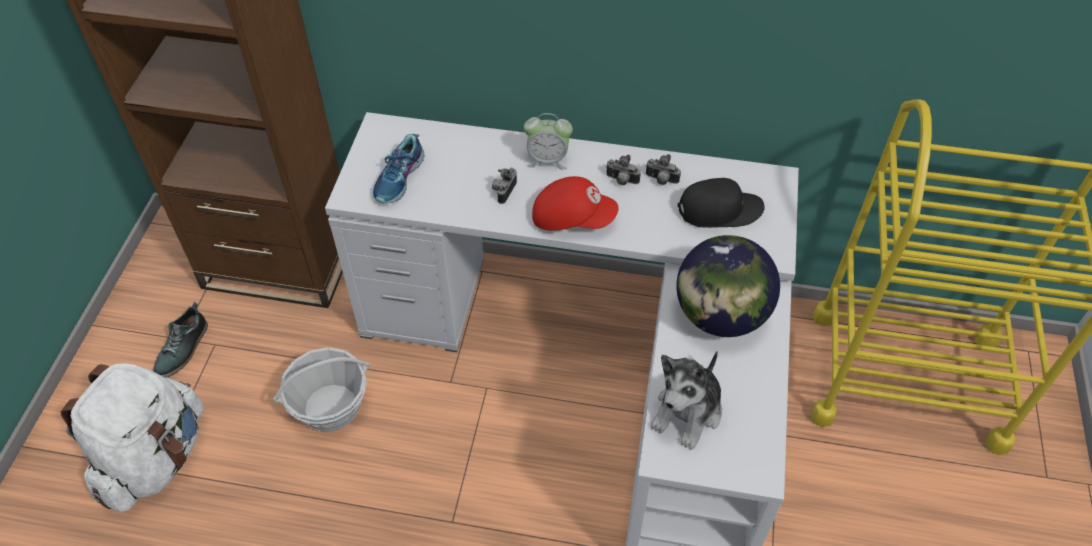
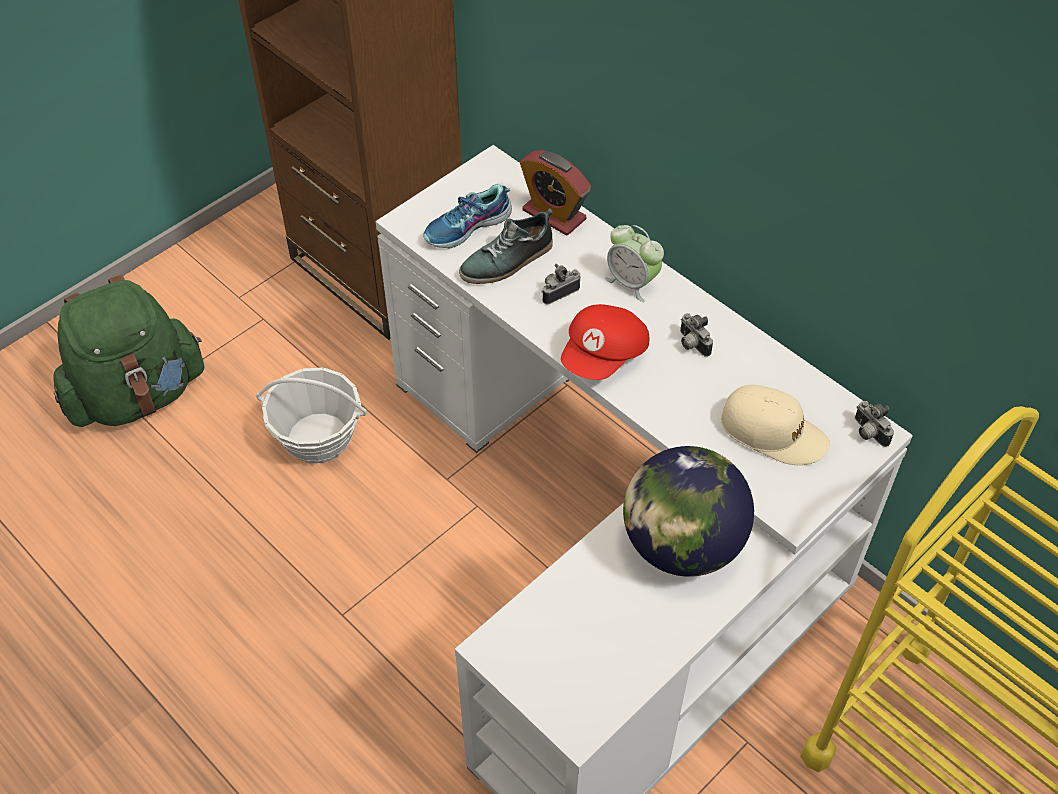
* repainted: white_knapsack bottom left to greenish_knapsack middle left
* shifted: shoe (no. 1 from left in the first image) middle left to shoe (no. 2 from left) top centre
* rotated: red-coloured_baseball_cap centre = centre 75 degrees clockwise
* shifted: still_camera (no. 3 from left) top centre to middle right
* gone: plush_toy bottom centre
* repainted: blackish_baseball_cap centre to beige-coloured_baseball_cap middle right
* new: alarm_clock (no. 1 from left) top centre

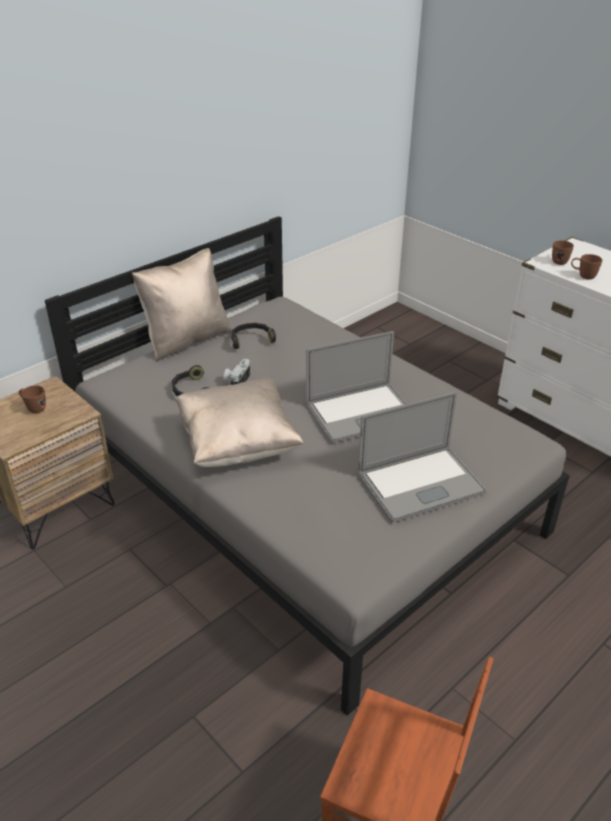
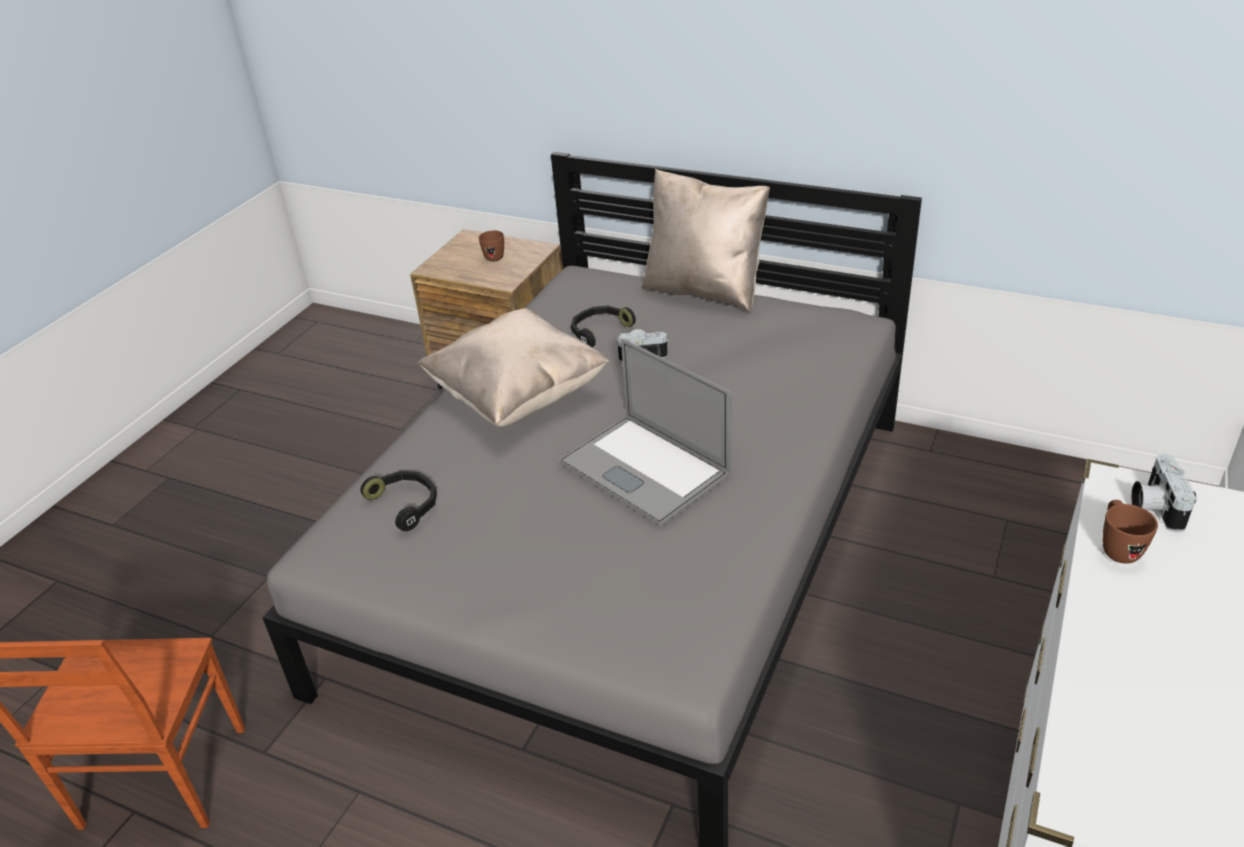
* shifted: blackish_headphones (no. 2 from left in the first image) centre to blackish_headphones (no. 1 from left) middle left
* gone: notebook_computer (no. 2 from left) middle right
* swapped: brownish_mug (no. 2 from left) top right to still_camera (no. 2 from left) middle right

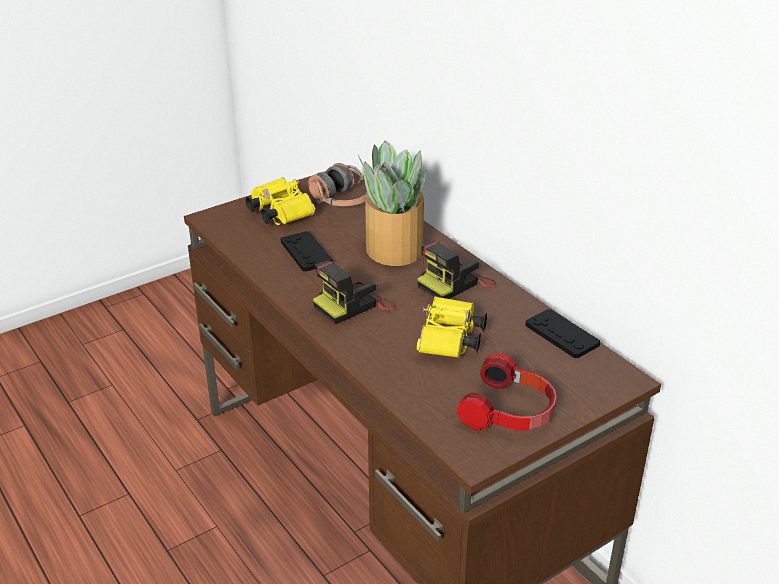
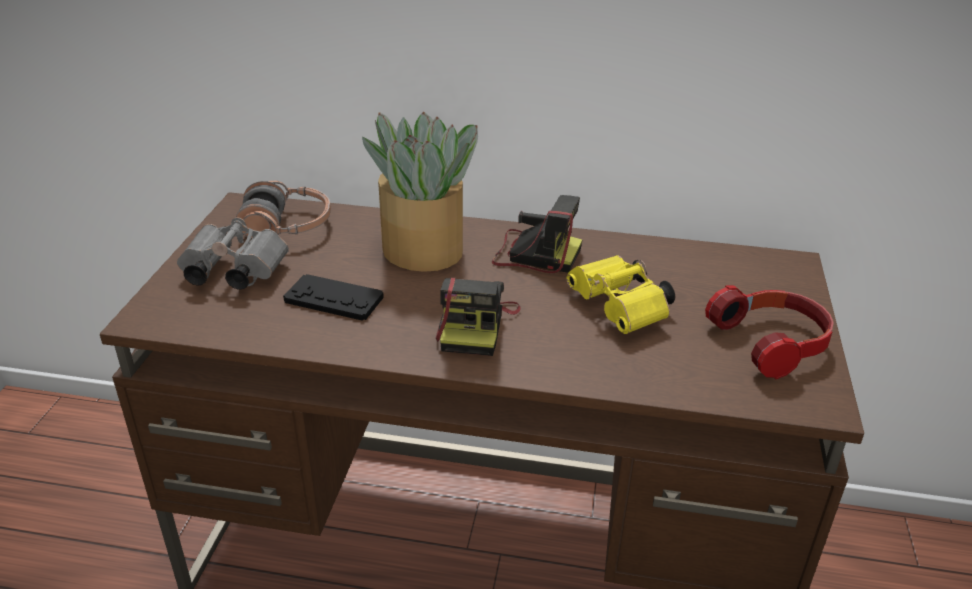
* repainted: yellow-coloured_field_glasses (no. 1 from left) centre to gray_field_glasses middle left
* rotated: still_camera (no. 2 from left) centre = centre 75 degrees counterclockwise
* gone: blackish_joypad (no. 2 from left) middle right

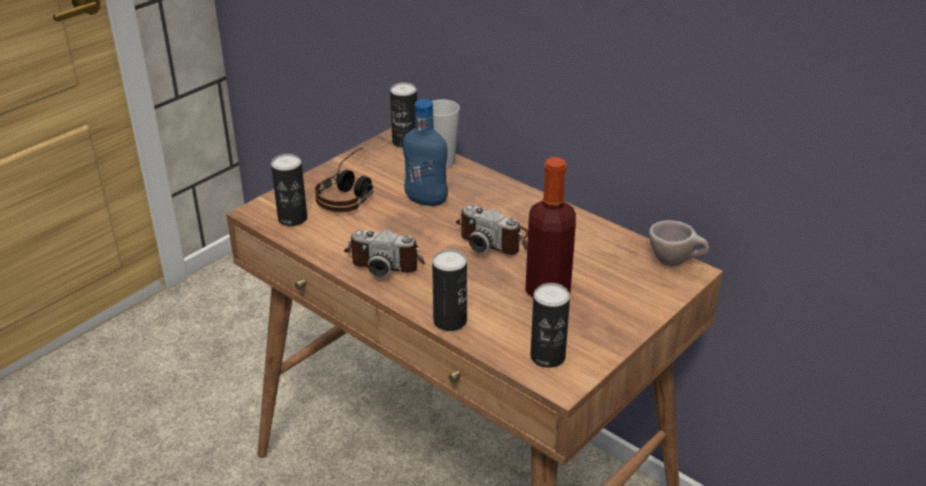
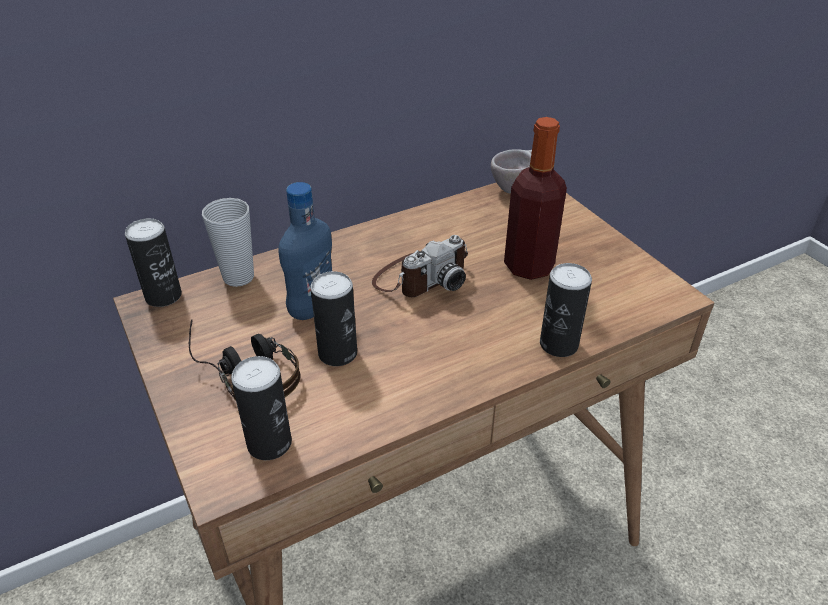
* gone: still_camera (no. 1 from left) centre
* shifted: metal_can (no. 4 from left in the first image) bottom centre to metal_can (no. 3 from left) centre

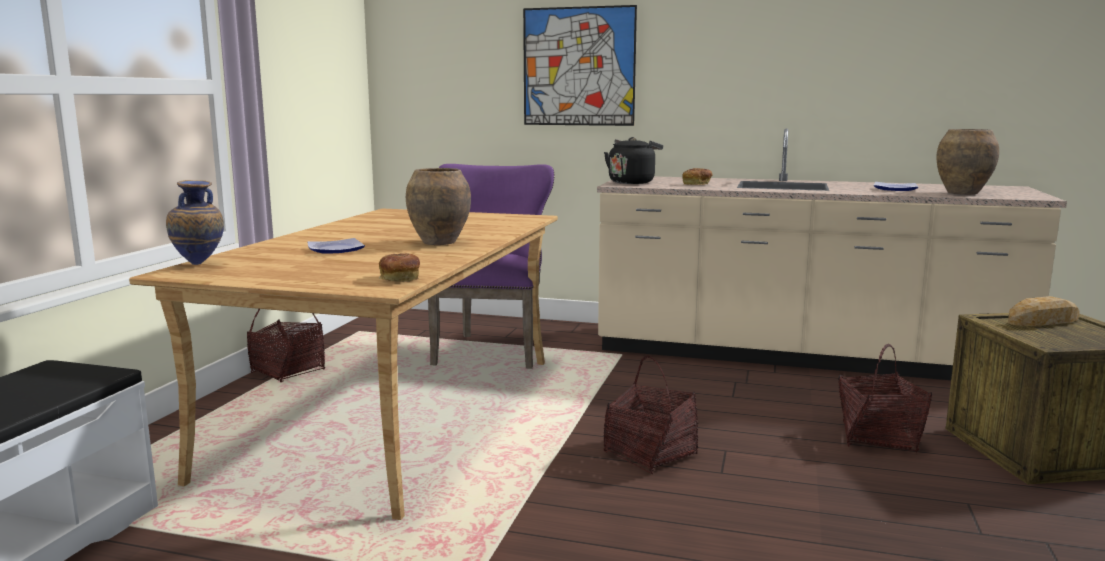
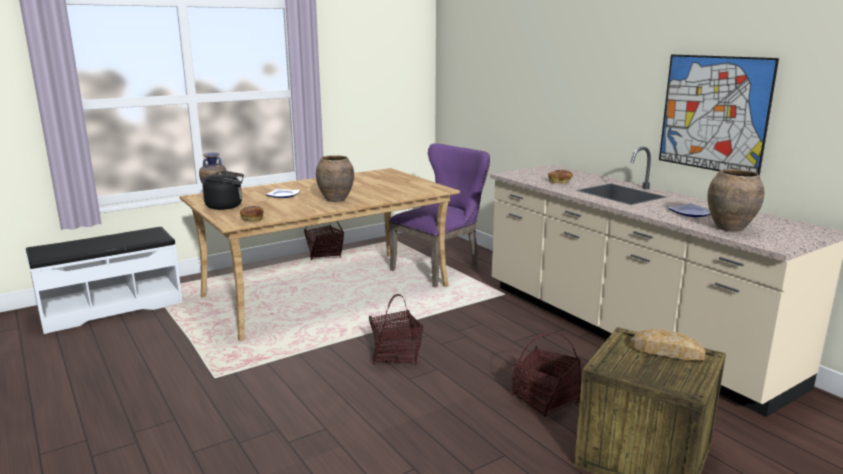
* shifted: picture top centre to top right
* shifted: blackish_tea_kettle top centre to middle left

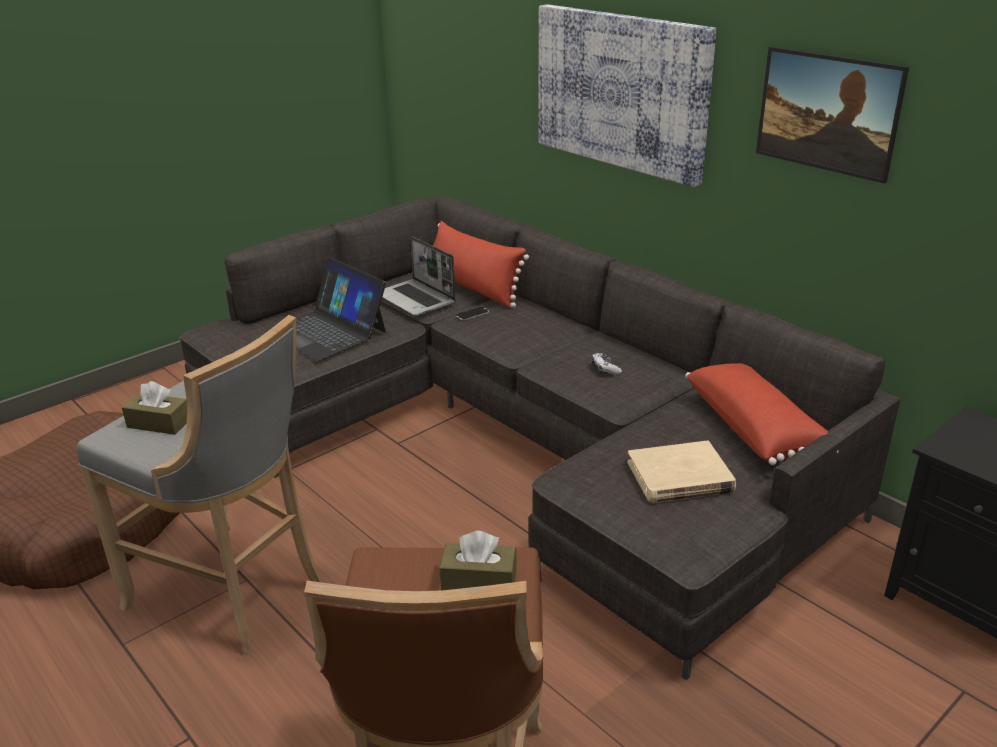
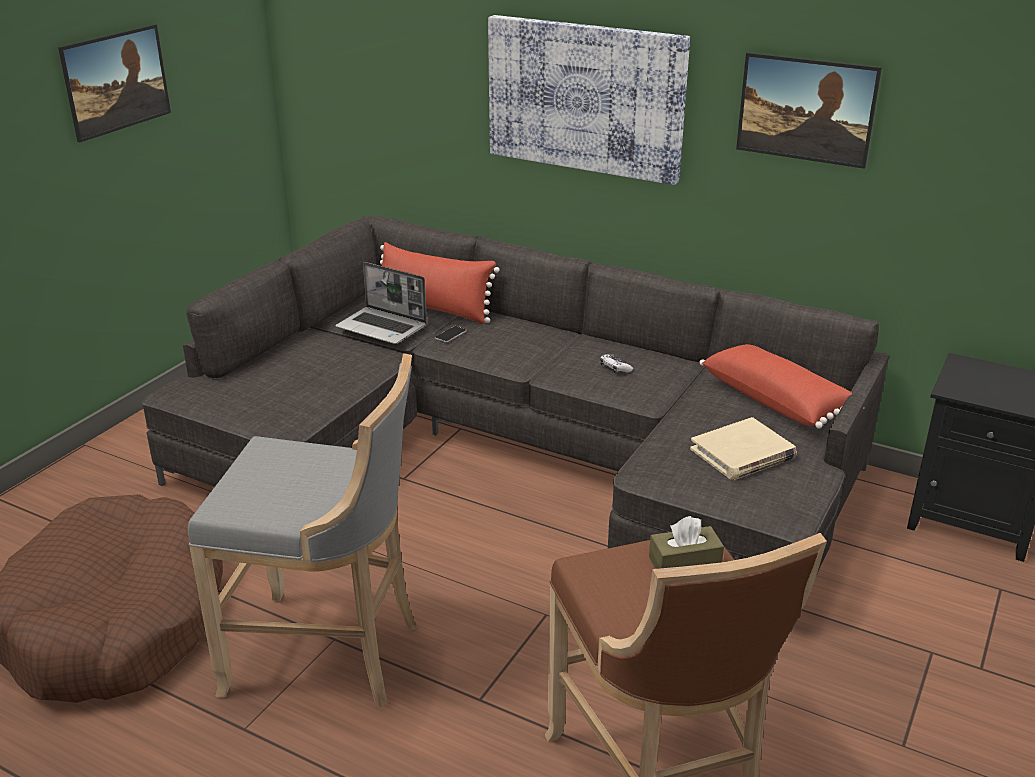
* gone: brownish_box_of_tissues (no. 1 from left) middle left
* gone: notebook_computer (no. 1 from left) middle left
* new: picture (no. 1 from left) top left

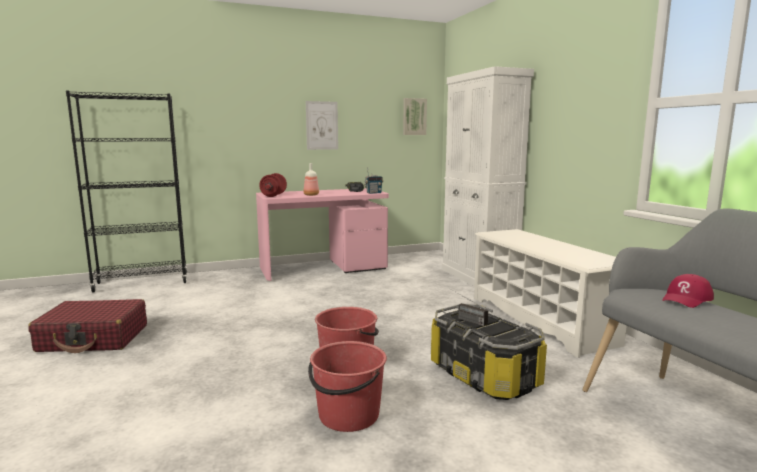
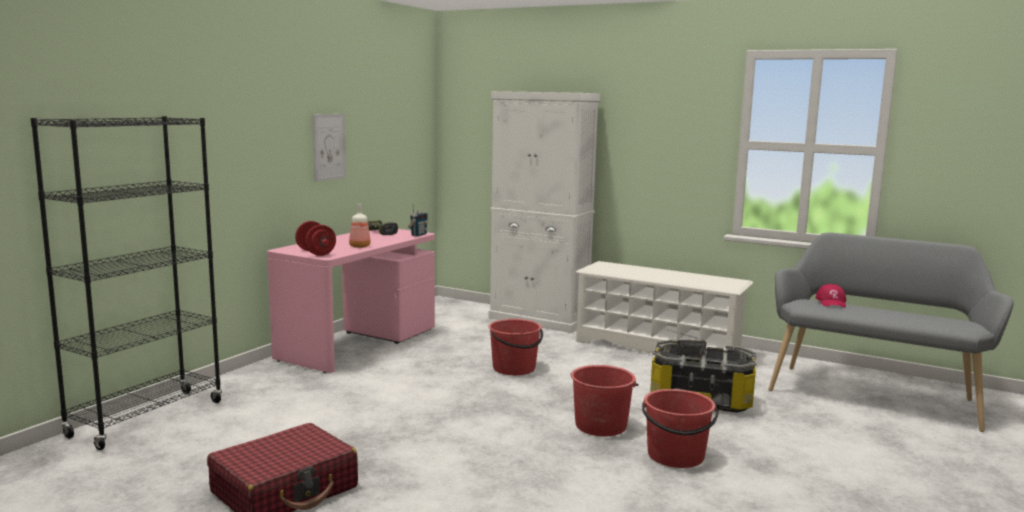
* gone: picture (no. 2 from left) top centre
* new: red-coloured_pail (no. 1 from left) bottom centre

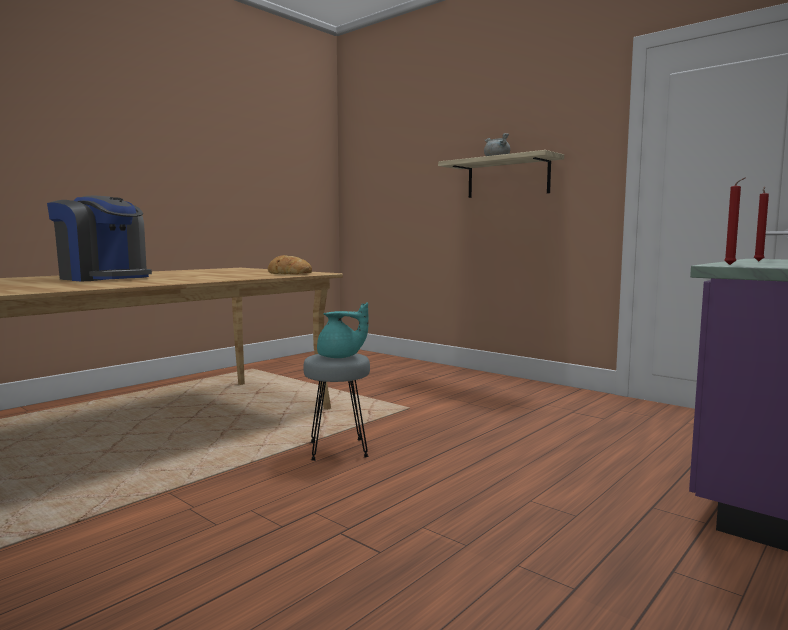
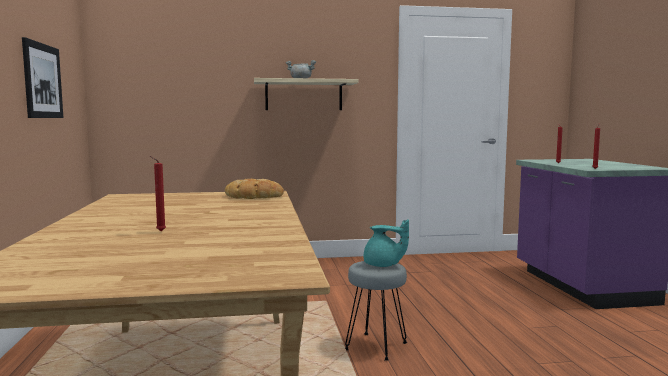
* swapped: coffee_brewer middle left to red-coloured_candle (no. 1 from left) middle left
* rotated: turquoise_pot_for_tea centre = centre 60 degrees clockwise
* new: picture top left

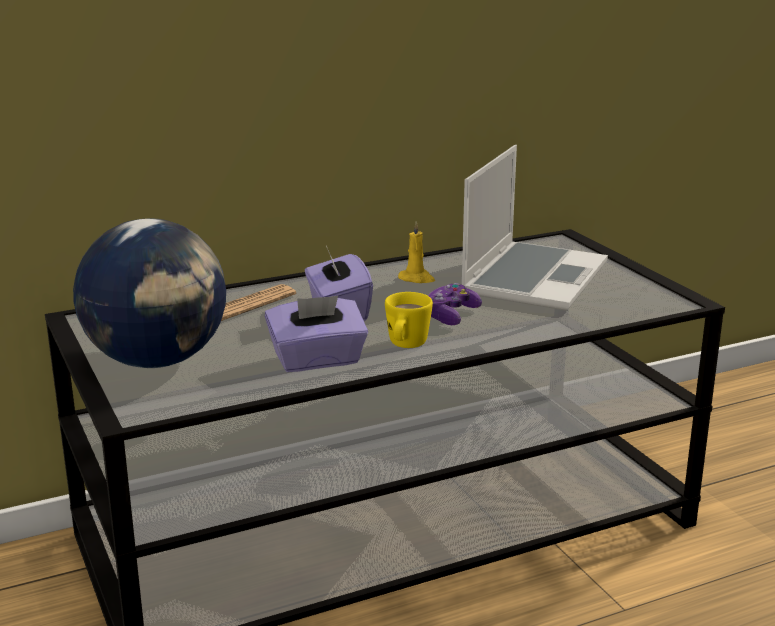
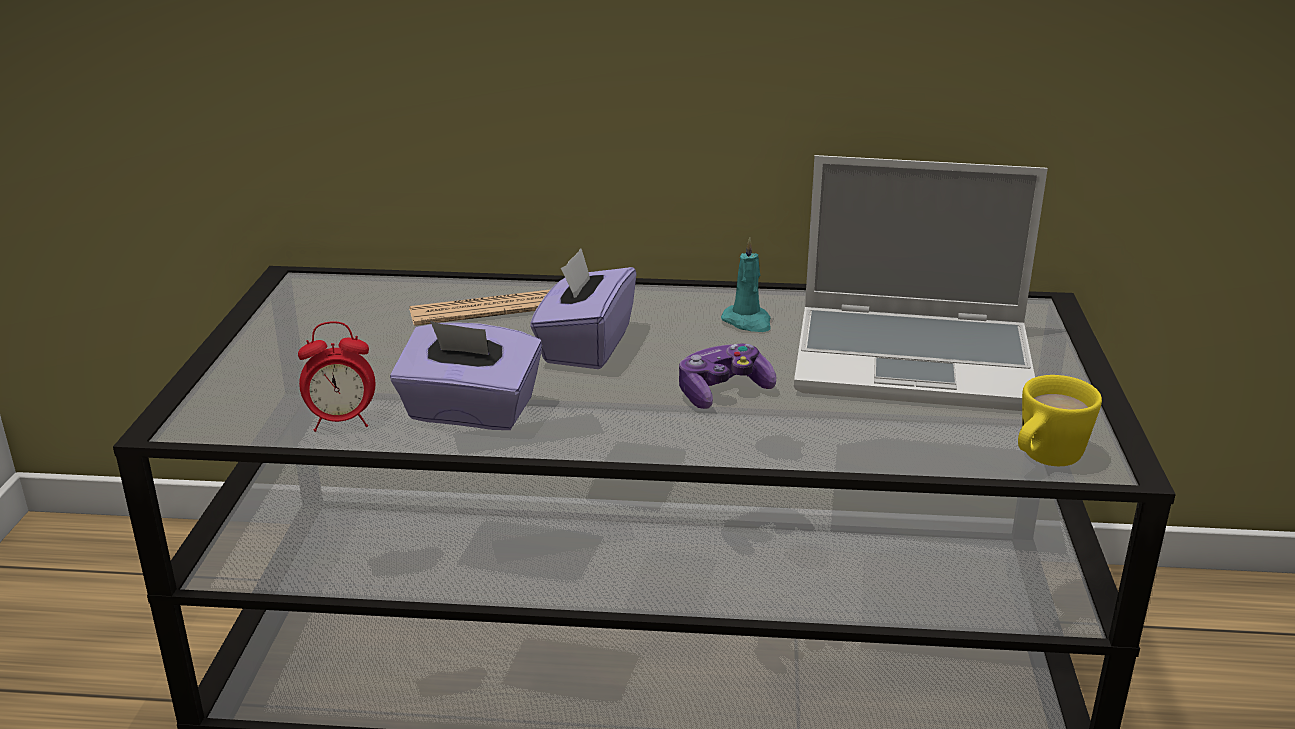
* gone: globe middle left
* shifted: yellow-coloured_mug centre to middle right
* repainted: yellow-coloured_candle centre to turquoise_candle centre
* rotated: notebook_computer middle right = middle right 45 degrees clockwise
* new: alarm_clock middle left

